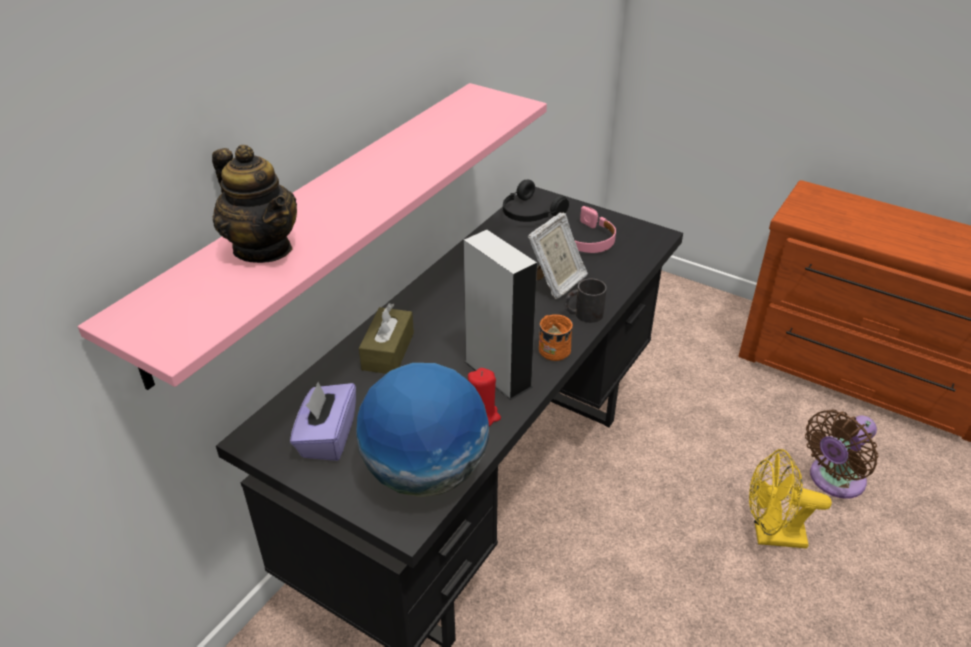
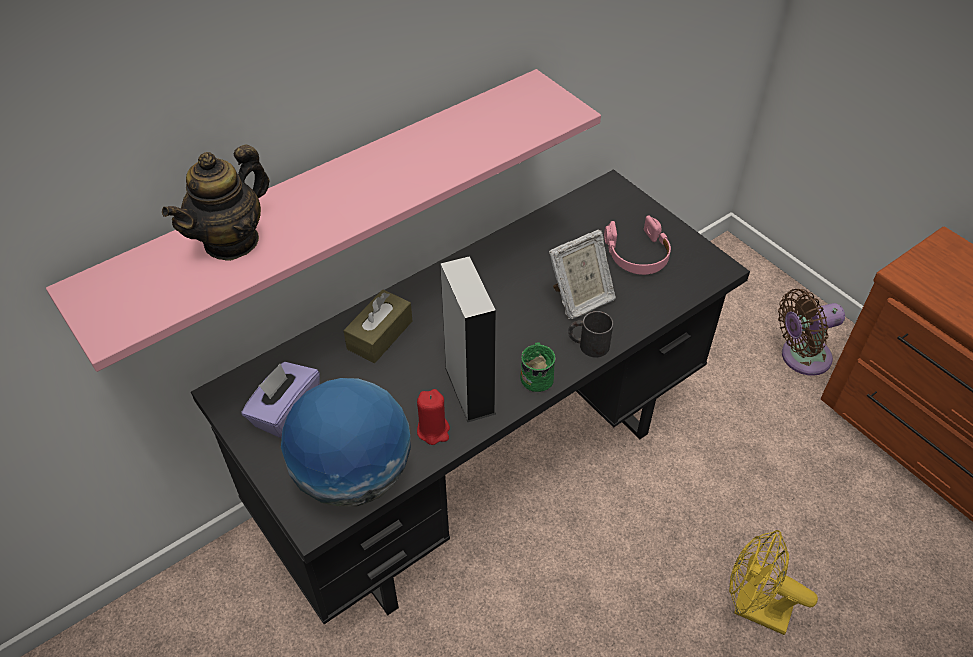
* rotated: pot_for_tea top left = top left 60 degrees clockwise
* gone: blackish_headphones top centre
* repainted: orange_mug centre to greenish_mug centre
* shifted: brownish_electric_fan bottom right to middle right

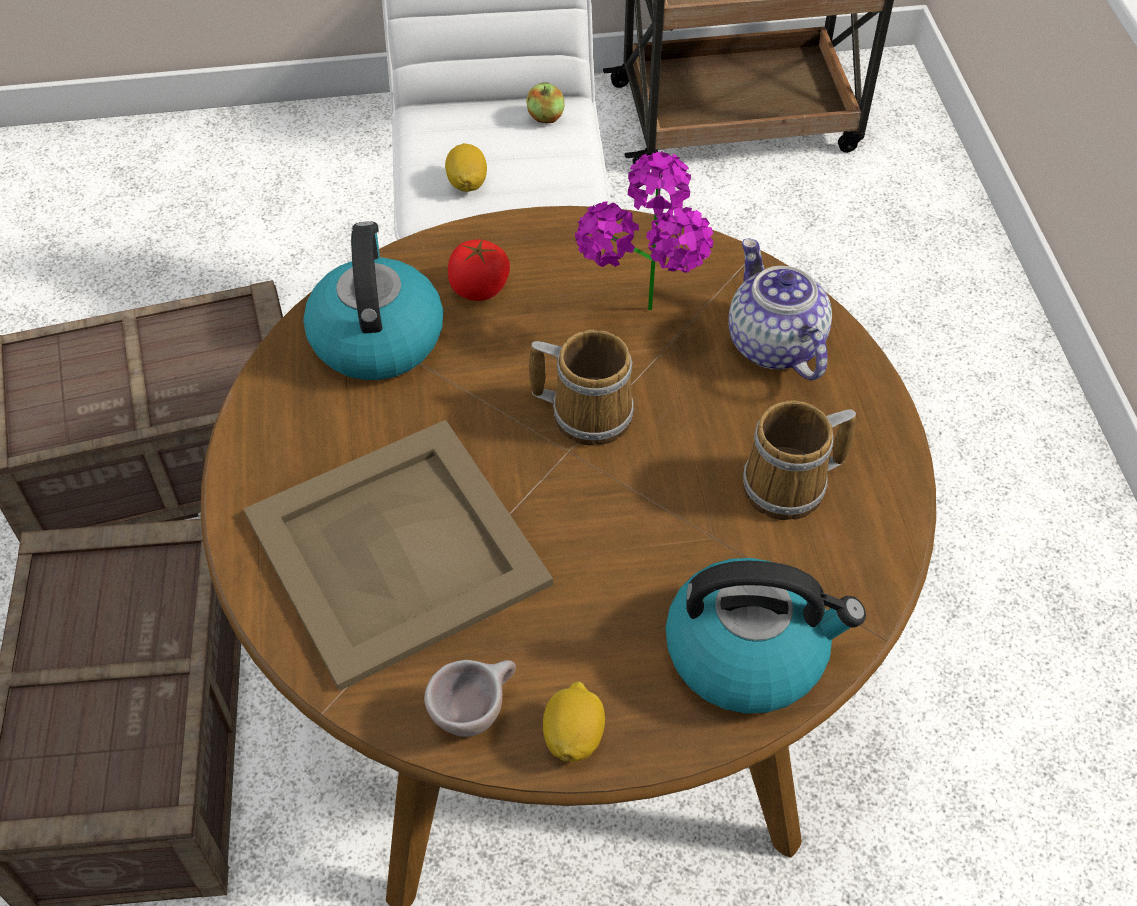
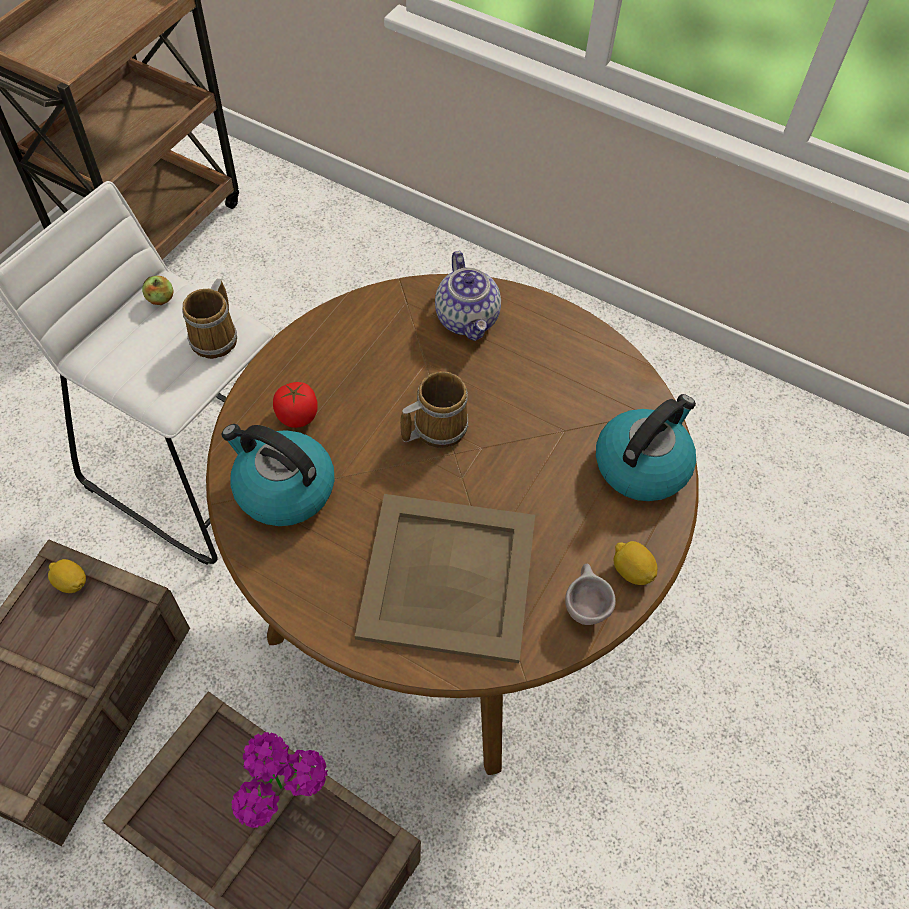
* shifted: lemon (no. 1 from left) top centre to middle left
* shifted: houseplant top centre to bottom left
* rotated: pot_for_tea middle right = top centre 120 degrees counterclockwise
* shifted: mug (no. 2 from left in the first image) middle right to mug (no. 1 from left) middle left

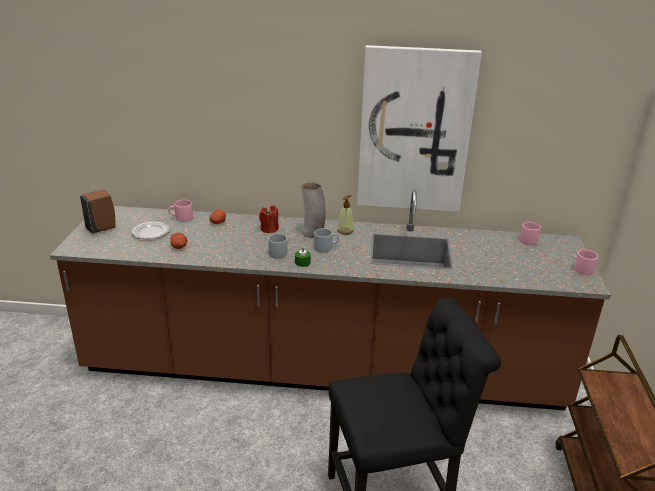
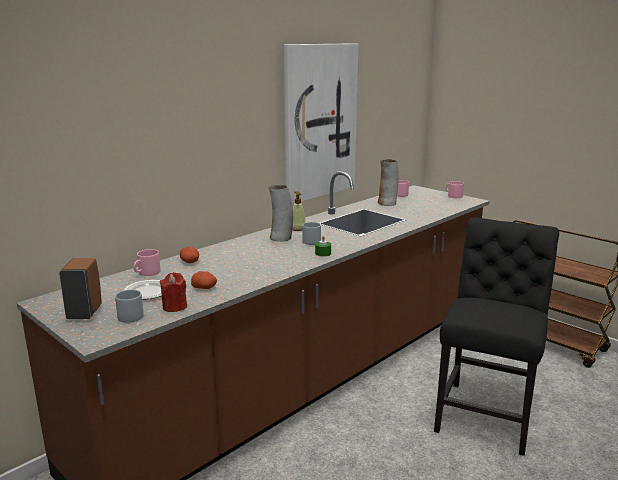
* shifted: red-coloured_candle centre to middle left
* shifted: gray_mug (no. 1 from left) centre to middle left
* new: decorative_vase (no. 2 from left) centre

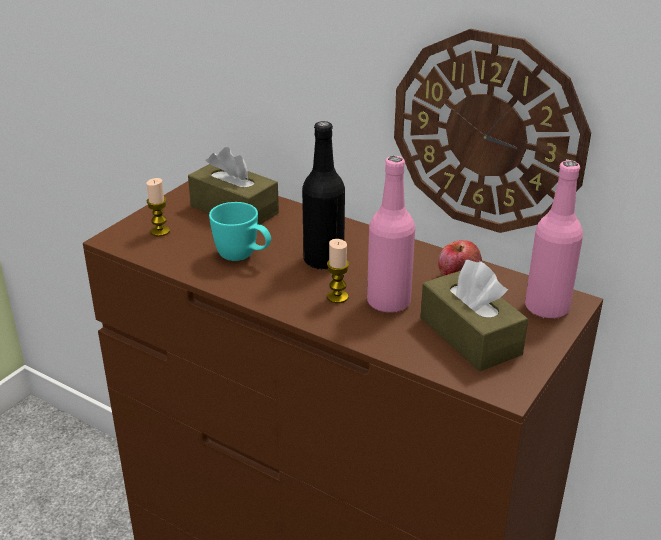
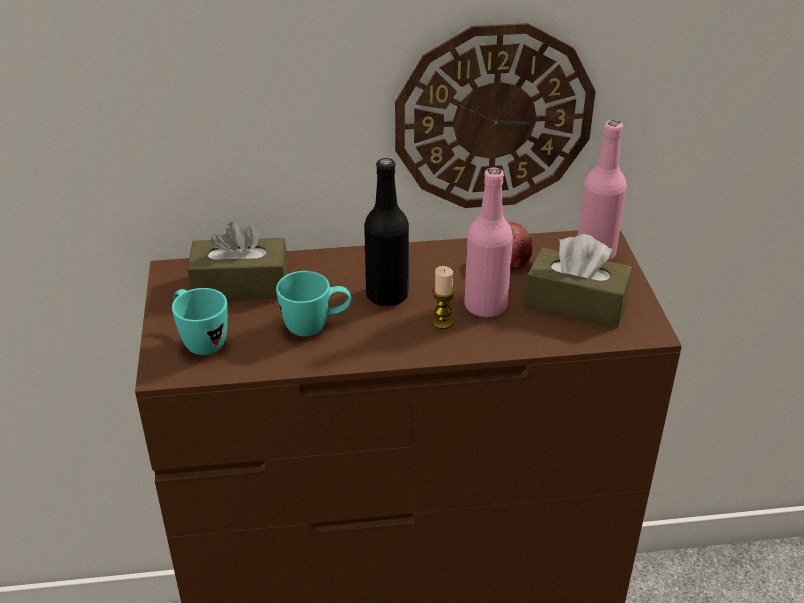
* swapped: candle (no. 1 from left) middle left to turquoise_mug (no. 1 from left) middle left

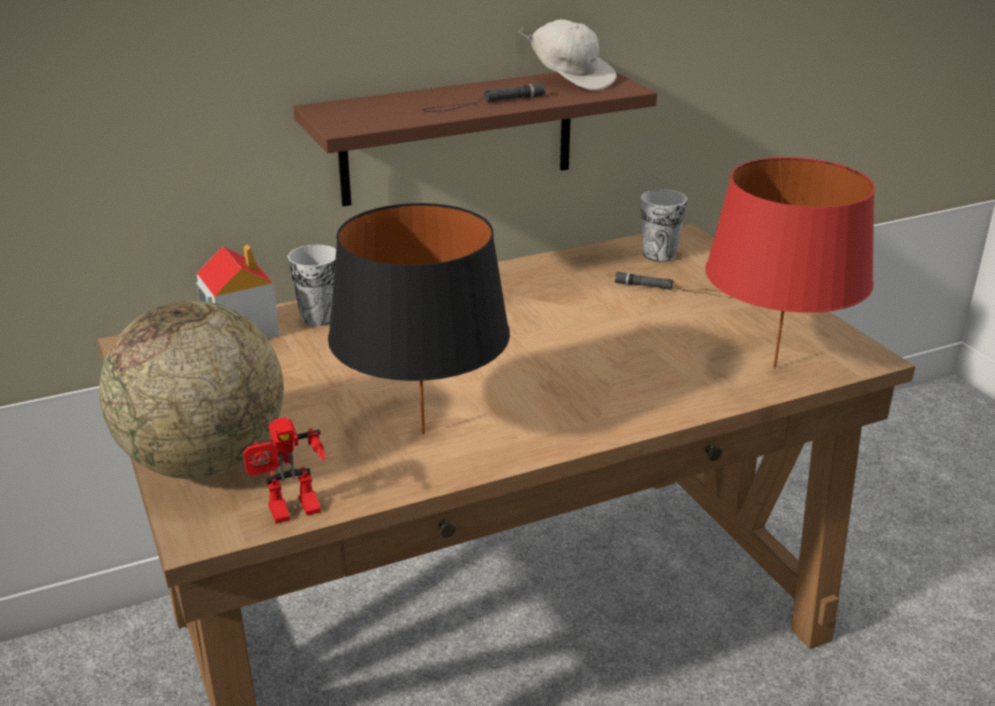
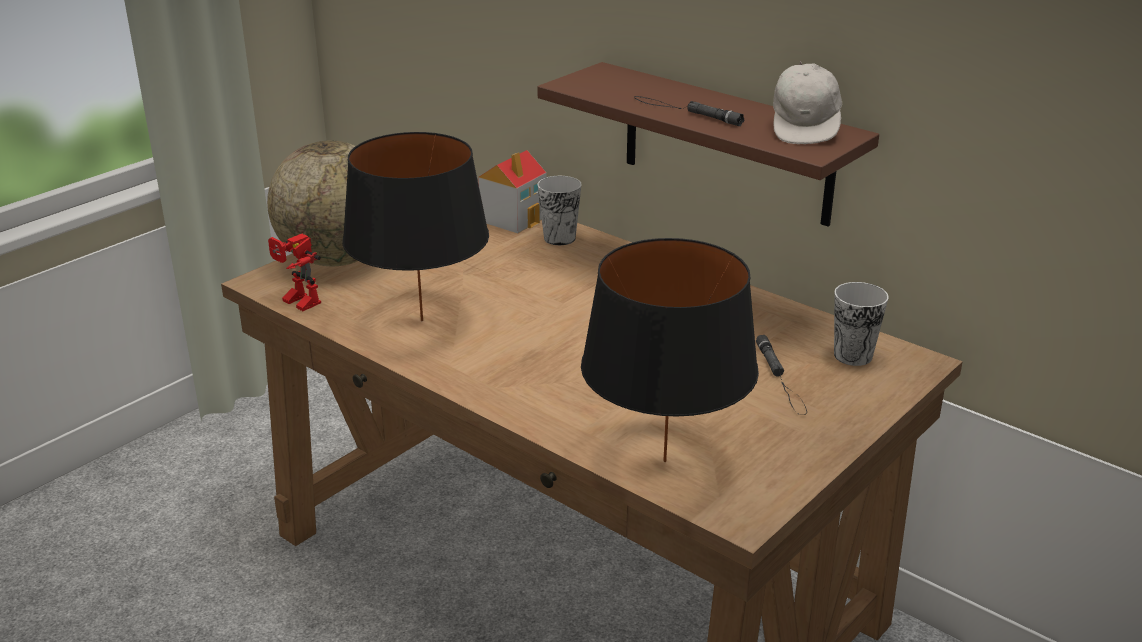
* repainted: red-coloured_table_lamp middle right to blackish_table_lamp (no. 2 from left) centre

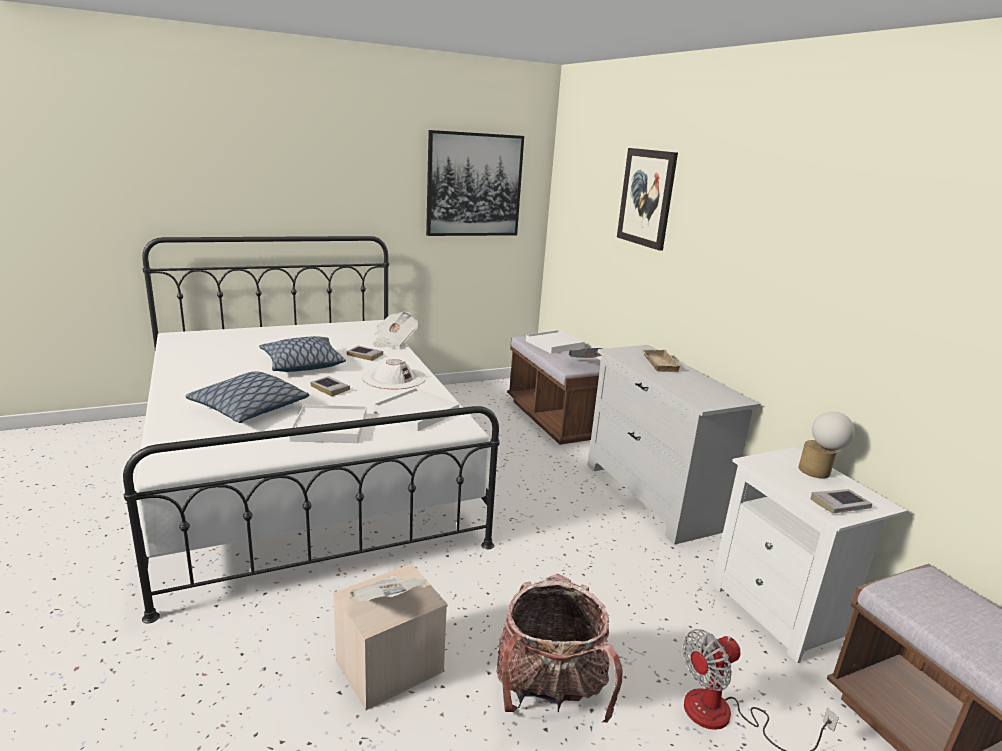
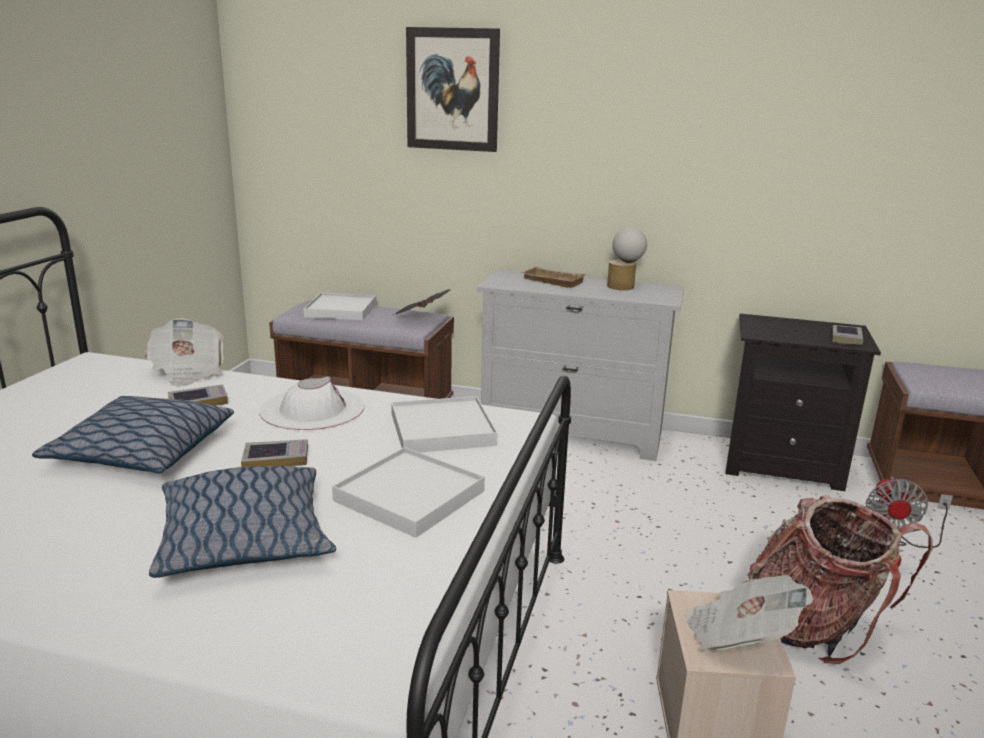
* gone: picture (no. 1 from left) top centre
* repainted: white_nightstand bottom right to blackish_nightstand middle right
* shifted: table_lamp middle right to centre

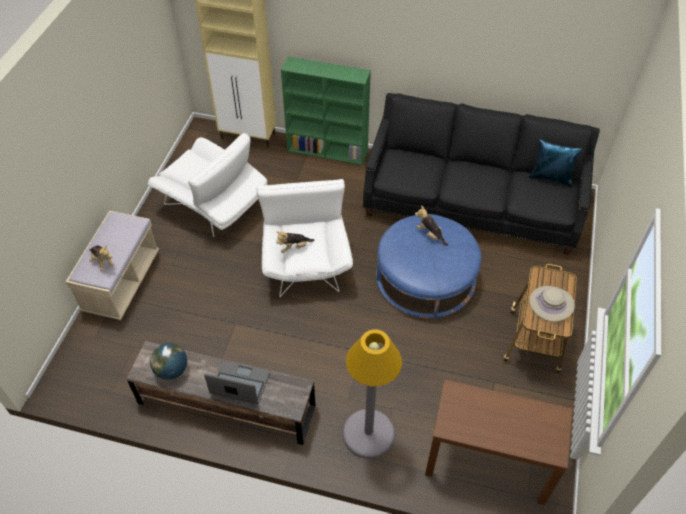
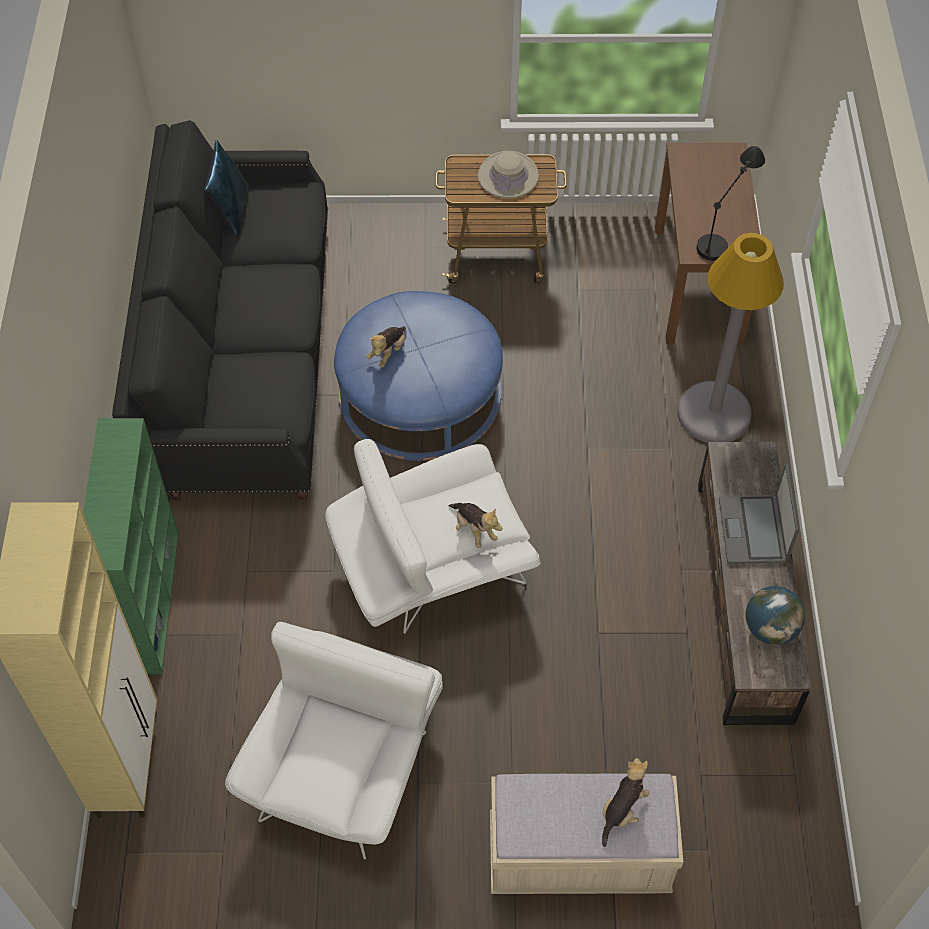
* new: blackish_table_lamp top right

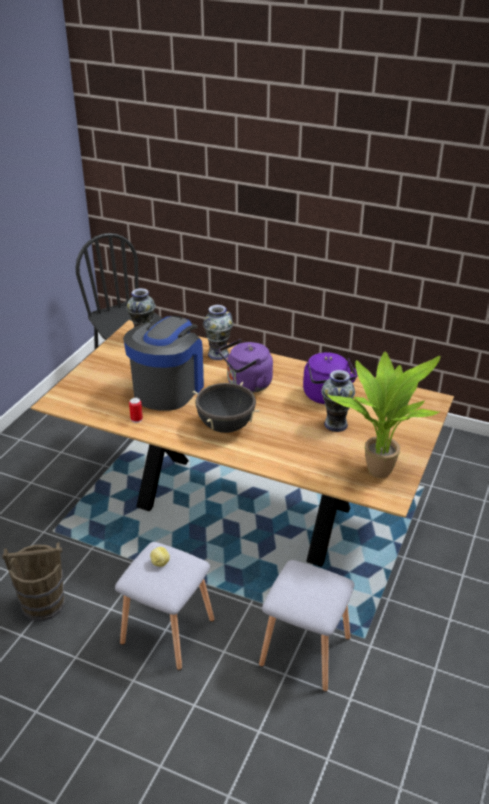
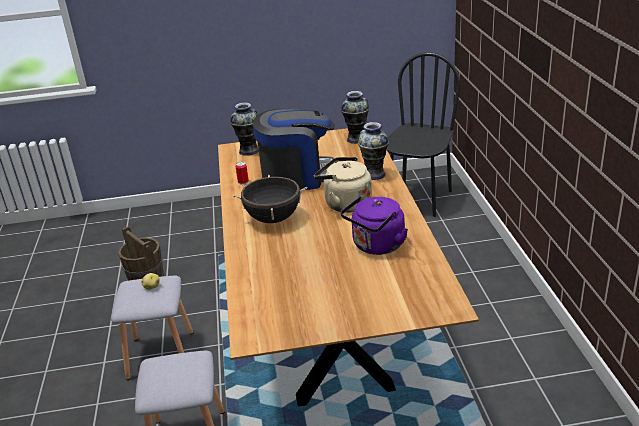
* repainted: purple-coloured_tea_kettle (no. 1 from left) centre to beige-coloured_tea_kettle centre
* shifted: decorative_vase (no. 3 from left in the first image) middle right to decorative_vase (no. 1 from left) top centre
* gone: houseplant middle right

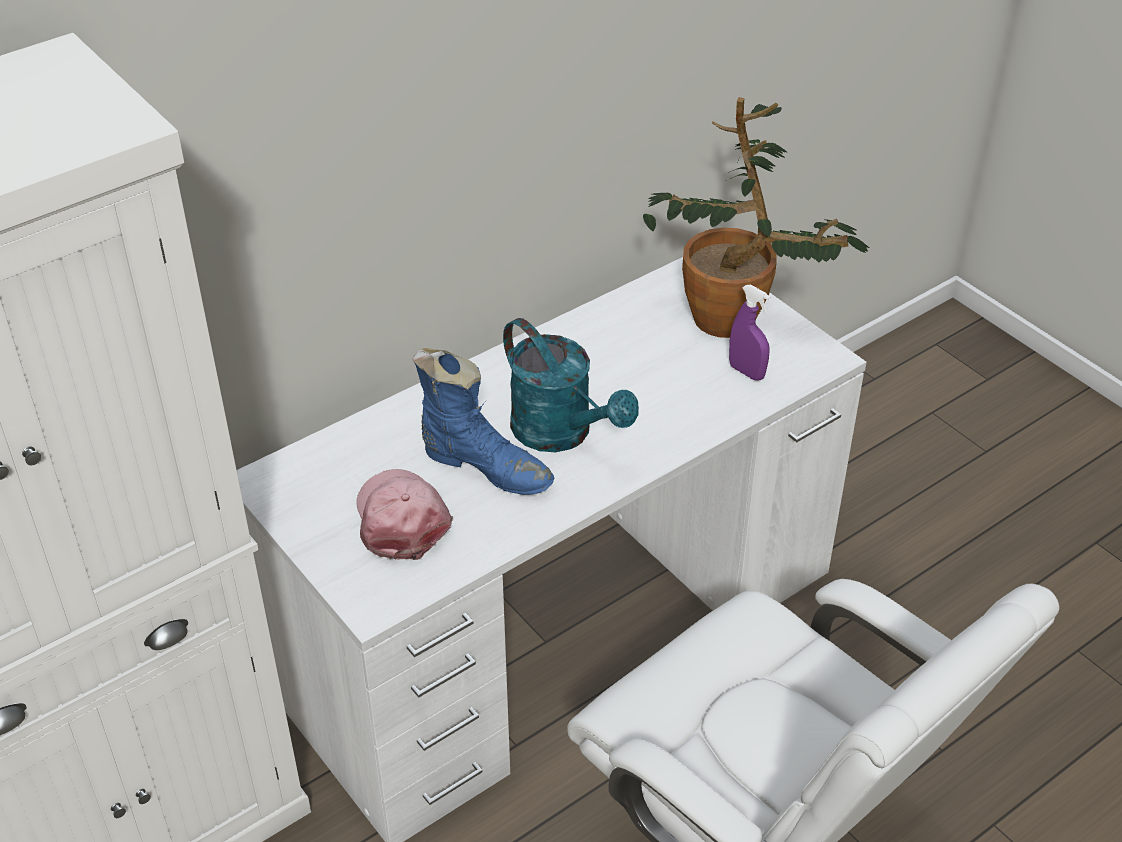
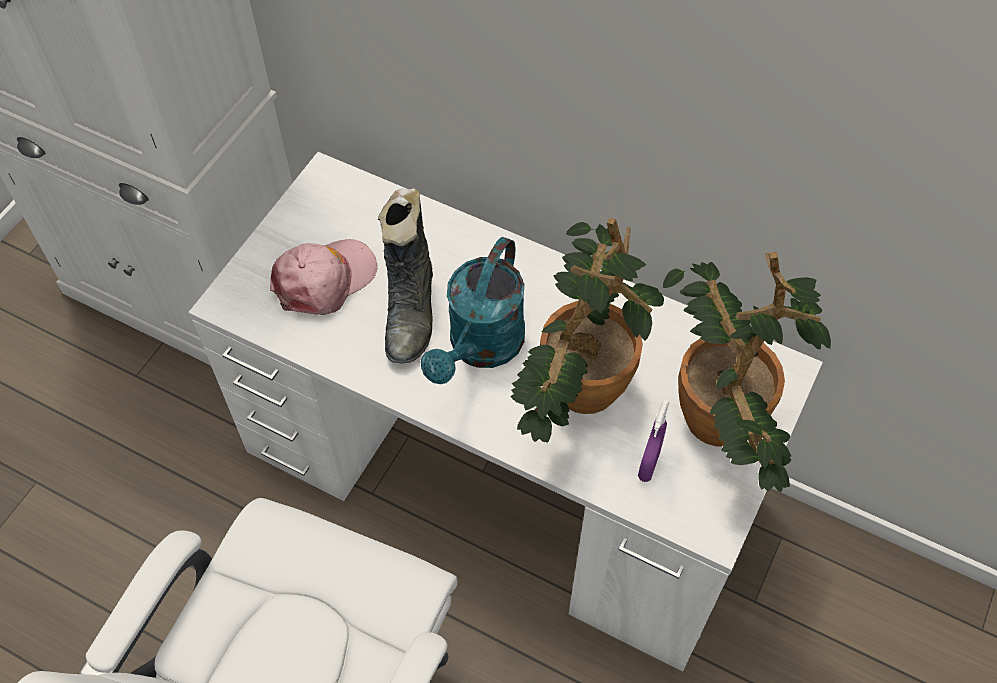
* repainted: blue-coloured_high-top_boot centre to blackish_high-top_boot centre
* new: houseplant (no. 1 from left) centre

